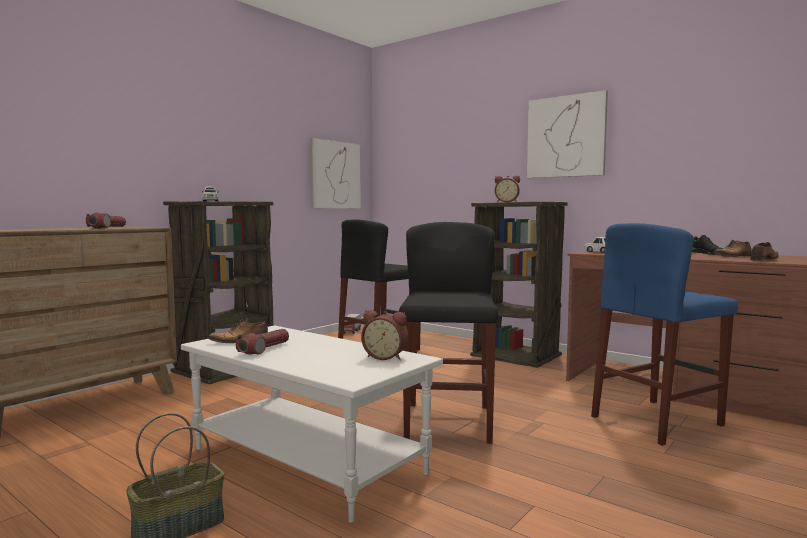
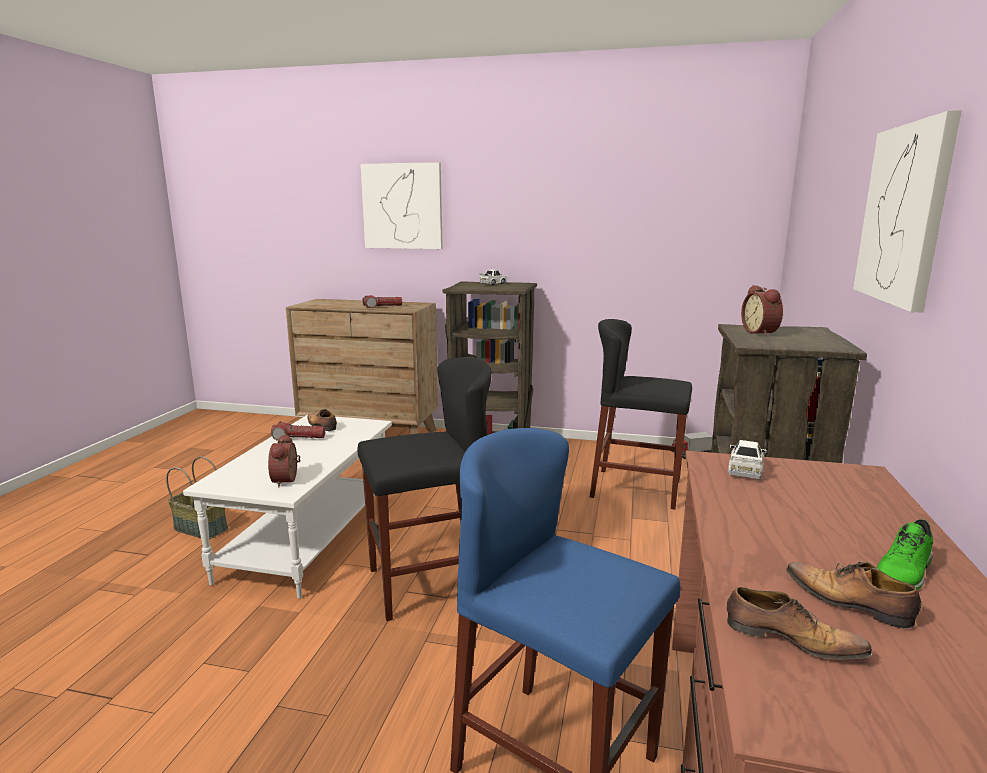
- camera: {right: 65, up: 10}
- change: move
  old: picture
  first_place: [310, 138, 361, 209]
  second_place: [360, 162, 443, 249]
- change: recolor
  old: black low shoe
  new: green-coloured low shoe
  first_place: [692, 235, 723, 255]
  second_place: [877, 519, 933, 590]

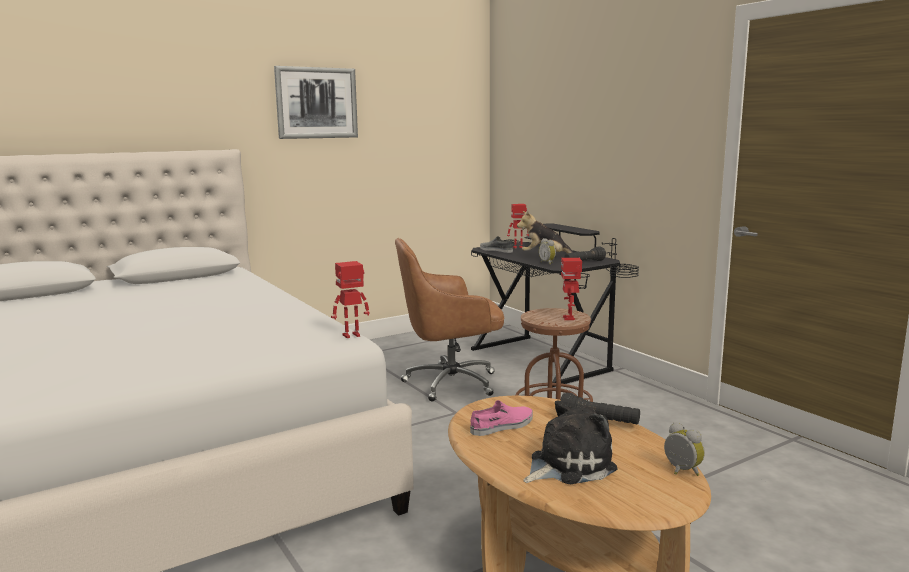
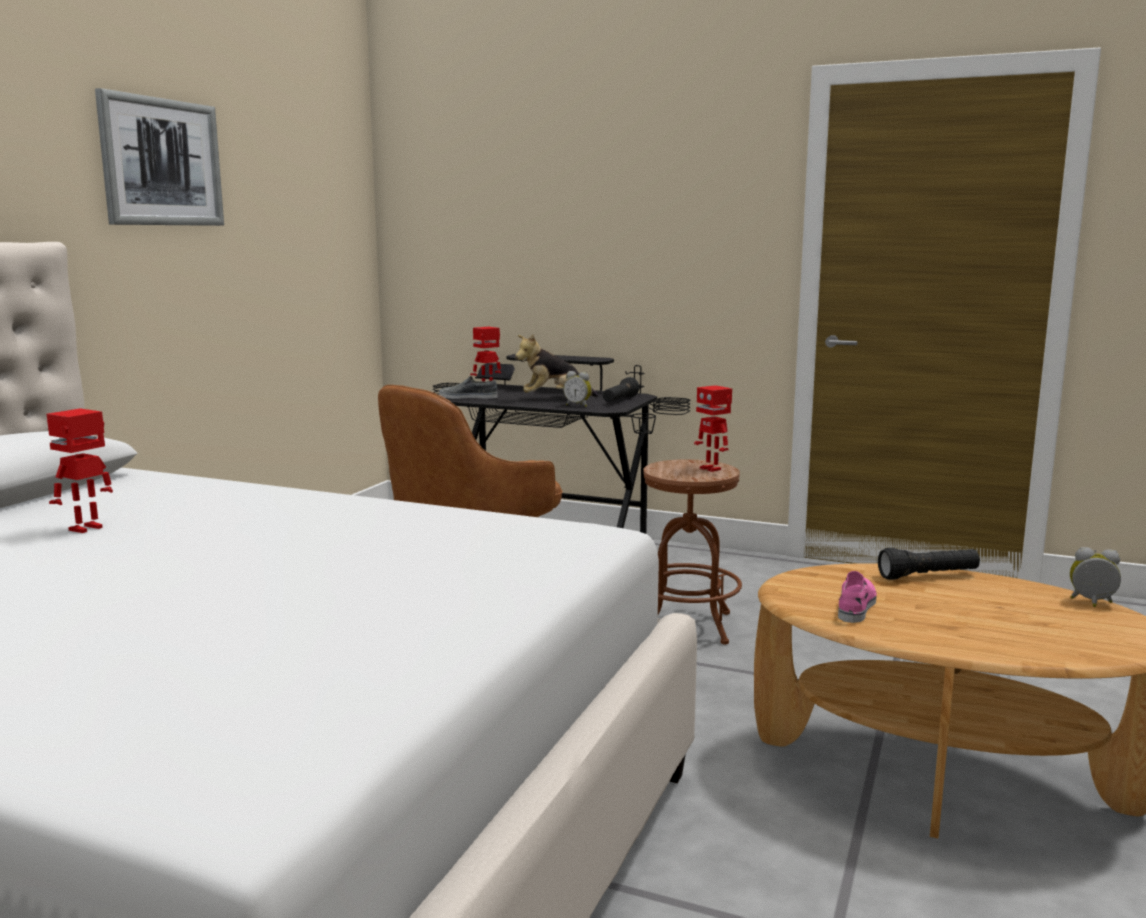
- camera: {right: -35, up: 0}
- change: move
  old: model robot
  first_place: [331, 261, 370, 338]
  second_place: [47, 408, 113, 533]
- change: delete
  old: plush toy
  first_place: [523, 400, 617, 484]

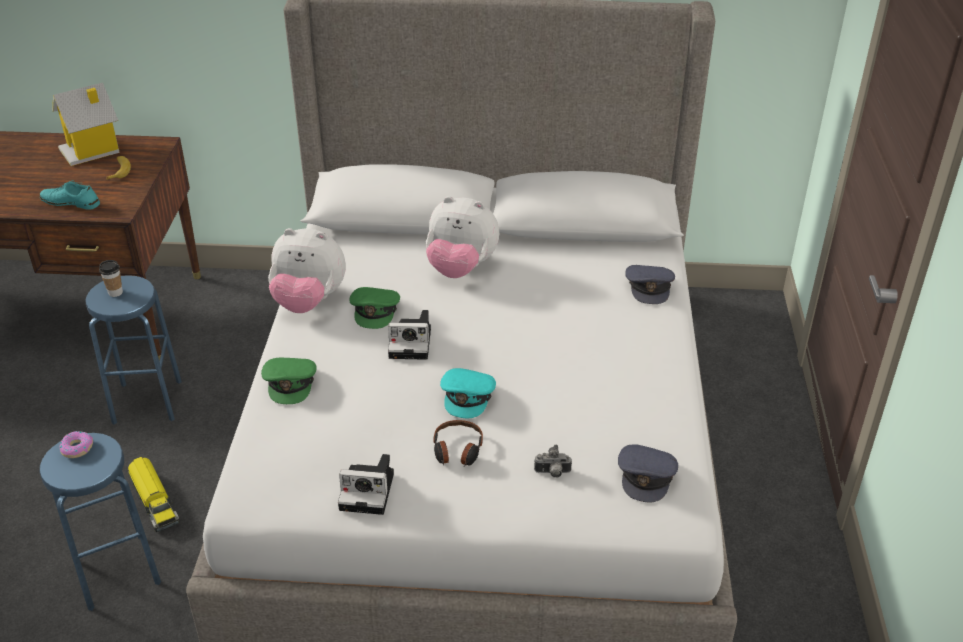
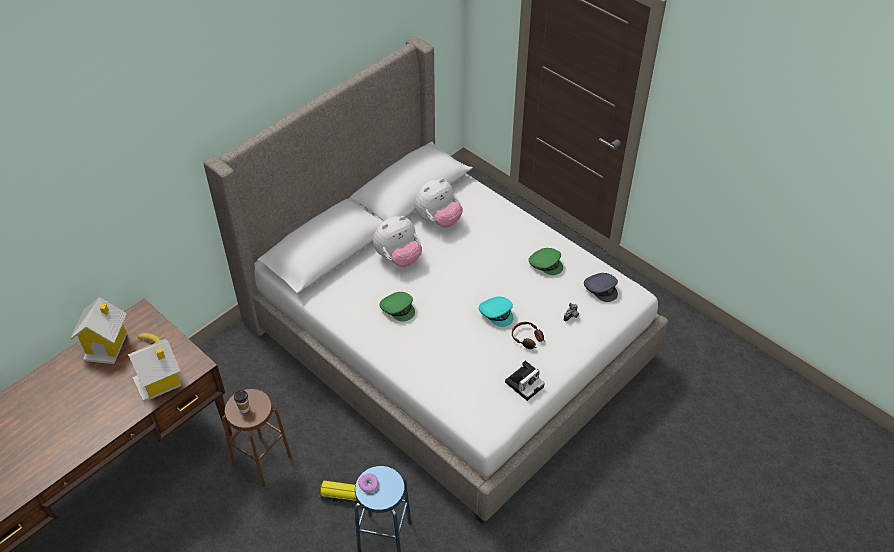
- camera: {right: -50, up: 10}
- change: replace
  old: turquoise-coloured low shoe
  new: model house
  first_place: [40, 181, 100, 210]
  second_place: [127, 339, 181, 402]
- change: recolor
  old: blue-coloured stool seat
  new: brownish stool seat
  first_place: [85, 275, 182, 425]
  second_place: [222, 389, 292, 487]
- change: move
  old: plush toy
  first_place: [268, 228, 346, 313]
  second_place: [414, 178, 463, 228]
- change: move
  old: green-coloured baseball cap
  first_place: [261, 358, 316, 404]
  second_place: [529, 248, 563, 275]
- change: delete
  old: still camera
  first_place: [388, 310, 431, 360]
- change: delete
  old: gray baseball cap
  first_place: [625, 265, 675, 304]

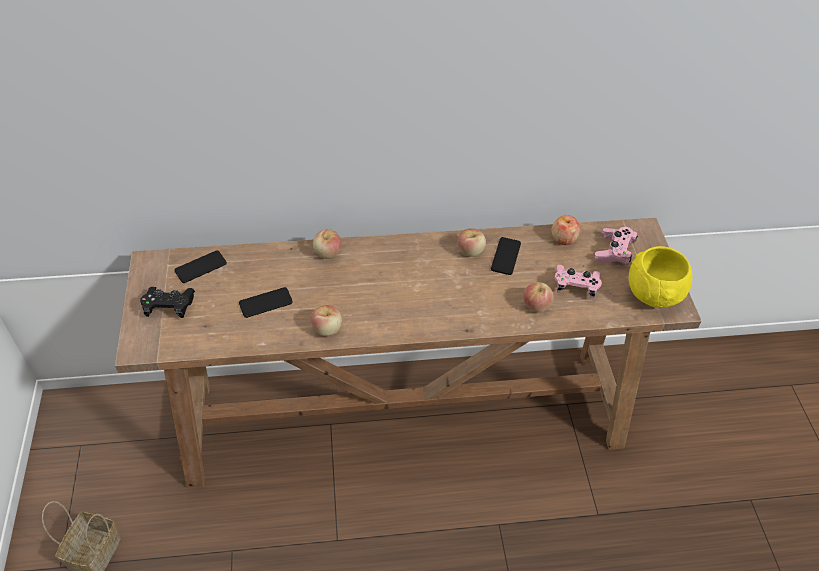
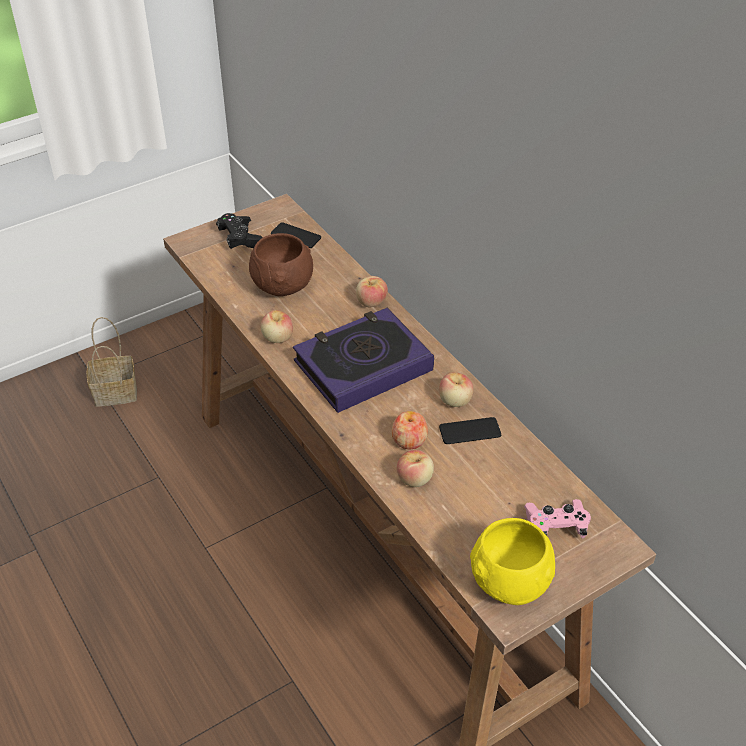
- camera: {right: 65, up: -5}
- change: replace
  old: telephone
  new: brownish serving bowl
  first_place: [239, 287, 293, 318]
  second_place: [249, 233, 313, 296]
- change: insert
  new: bound book
  second_place: [293, 308, 434, 413]
- change: move
  old: whole apple
  first_place: [551, 215, 580, 245]
  second_place: [392, 411, 428, 449]
- change: delete
  old: pinkish gamepad
  first_place: [555, 265, 602, 299]

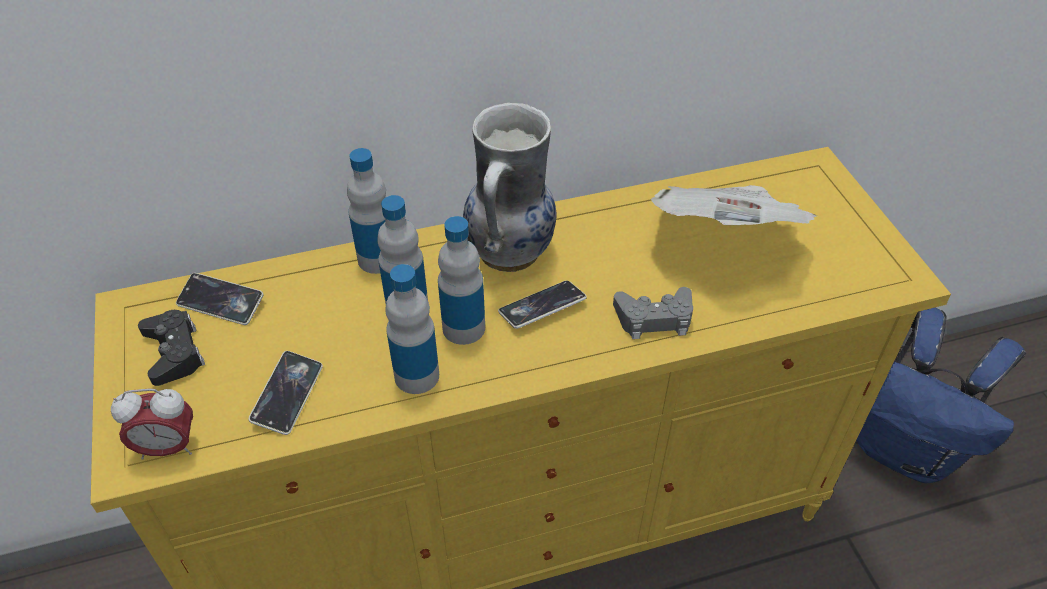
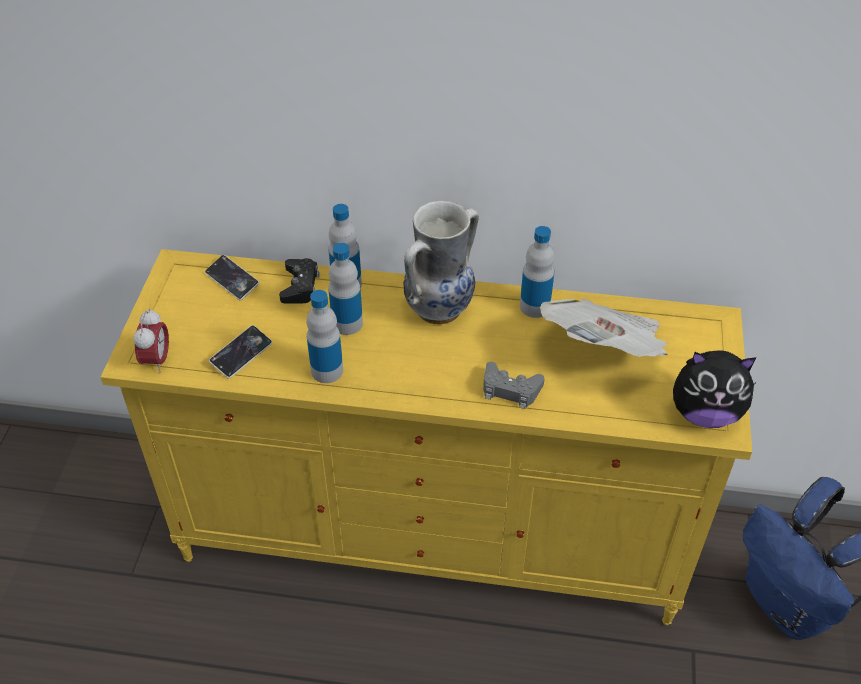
- camera: {right: 25, up: 0}
- change: rotate
  old: alarm clock
  first_place: [111, 388, 193, 459]
  second_place: [133, 308, 169, 373]
  degrees: -105
- change: move
  old: black gamepad
  first_place: [138, 310, 205, 386]
  second_place: [279, 258, 320, 303]
- change: move
  old: beverage bottle
  first_place: [438, 216, 485, 345]
  second_place: [520, 226, 555, 318]
- change: insert
  new: plush toy
  second_place: [673, 350, 756, 428]
- change: delete
  old: telephone
  first_place: [498, 281, 587, 329]

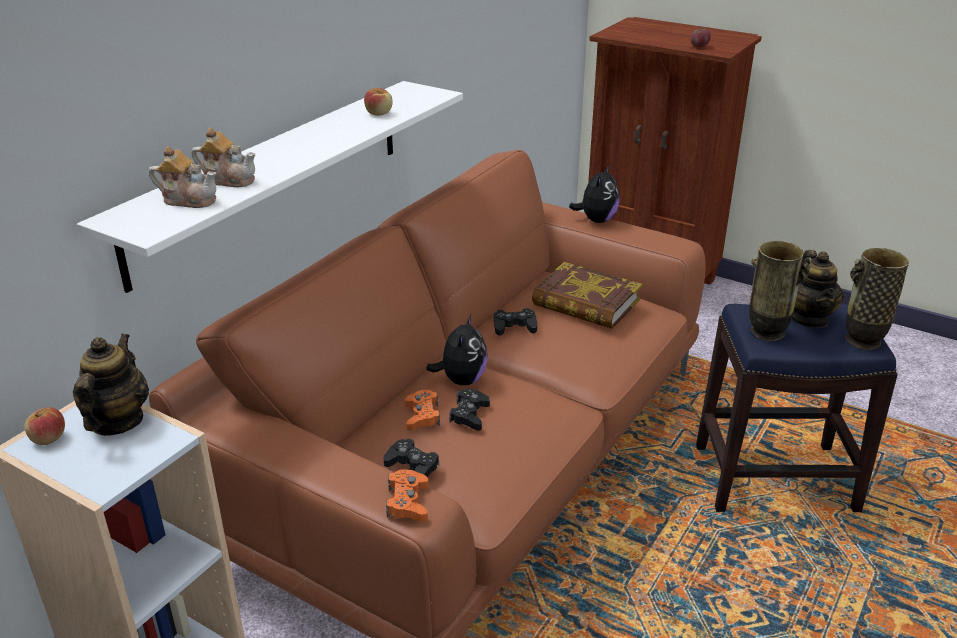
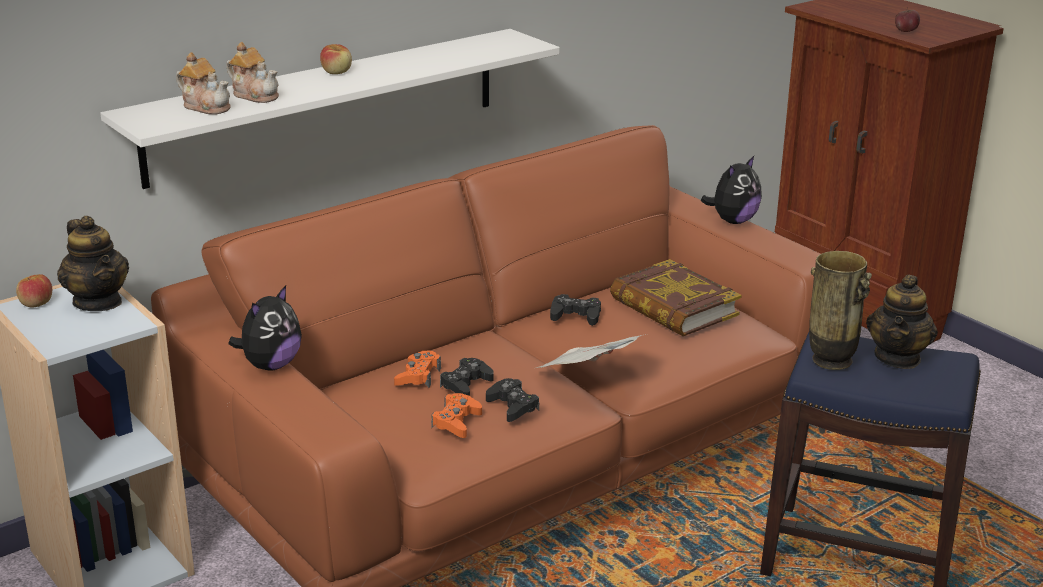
- camera: {right: 20, up: -5}
- change: rotate
  old: tea pot
  first_place: [73, 334, 149, 436]
  second_place: [57, 216, 129, 311]
  degrees: 120
- change: move
  old: plush toy
  first_place: [426, 314, 488, 385]
  second_place: [229, 285, 302, 371]
- change: move
  old: whole apple
  first_place: [364, 88, 393, 116]
  second_place: [320, 44, 352, 74]
- change: move
  old: orange-coloured gamepad
  first_place: [386, 469, 429, 522]
  second_place: [431, 393, 482, 438]
- change: move
  old: black gamepad
  first_place: [383, 439, 439, 477]
  second_place: [486, 378, 539, 422]
- change: insert
  new: newspaper
  second_place: [536, 334, 646, 368]
- change: delete
  old: vase
  first_place: [846, 248, 909, 350]

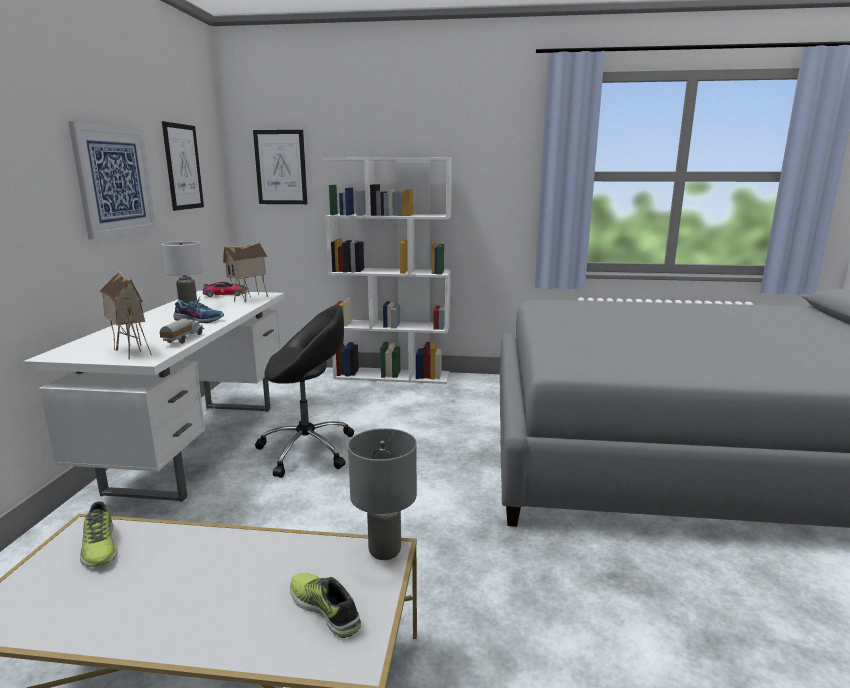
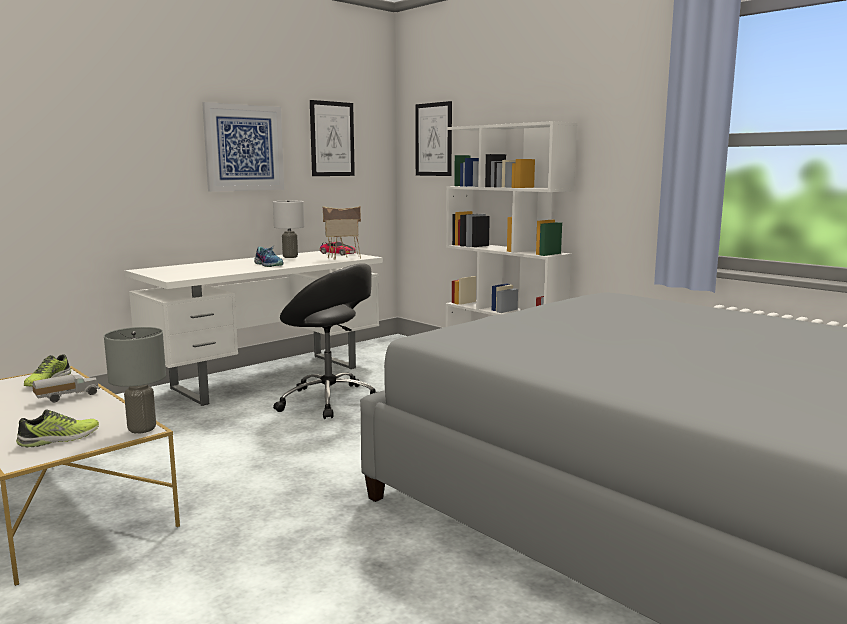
- camera: {right: 40, up: -5}
- change: rotate
  old: low shoe
  first_place: [290, 573, 361, 638]
  second_place: [16, 410, 99, 447]
  degrees: 60
- change: move
  old: toy truck
  first_place: [159, 318, 204, 344]
  second_place: [32, 374, 100, 402]
- change: delete
  old: model house
  first_place: [99, 271, 152, 359]

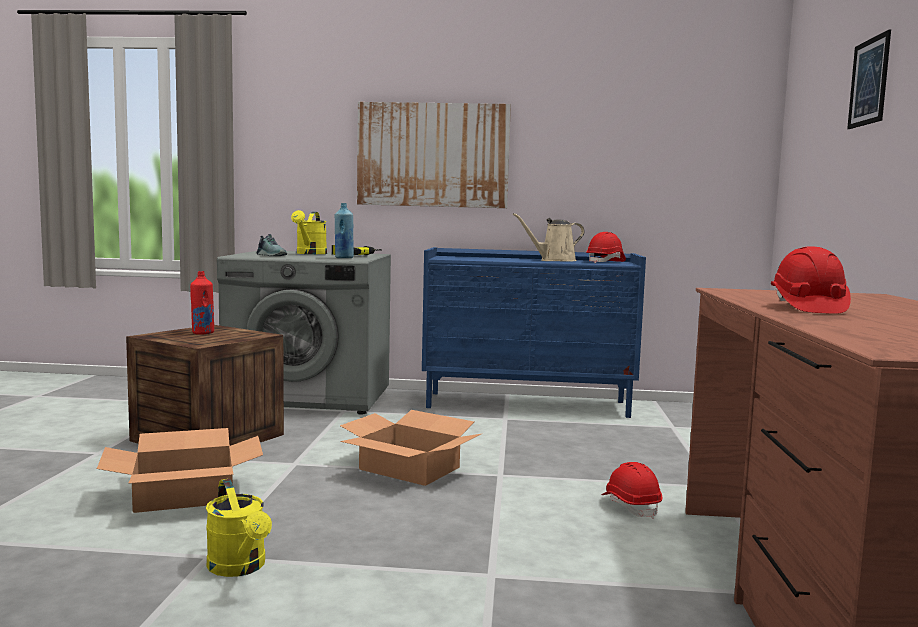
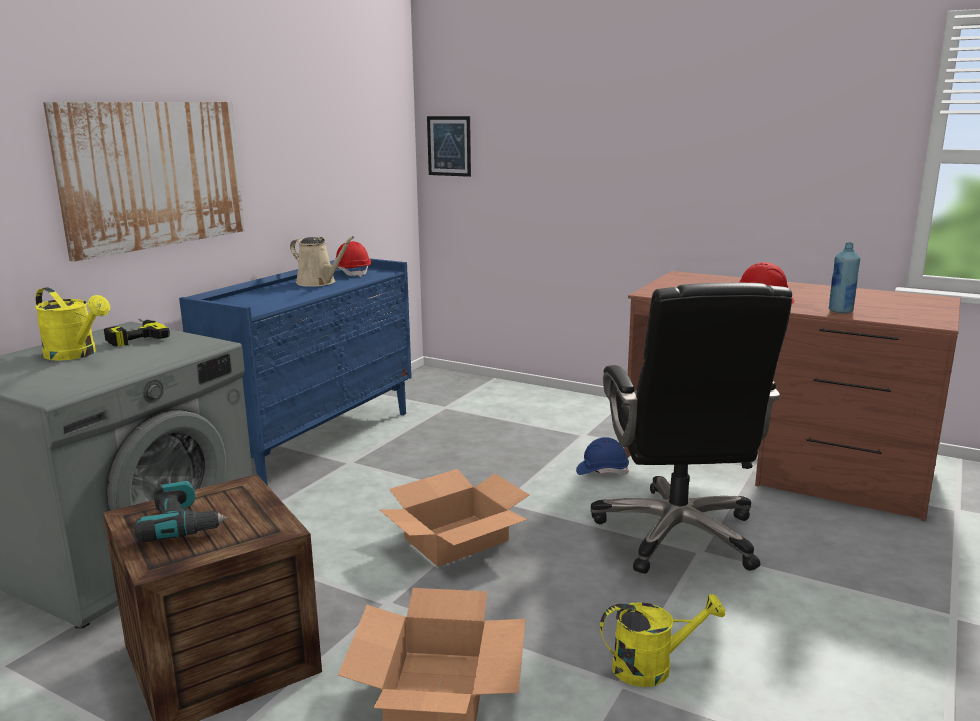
- camera: {right: -65, up: 10}
- change: replace
  old: red beverage bottle
  new: power drill
  first_place: [190, 271, 214, 335]
  second_place: [135, 481, 228, 542]
- change: rotate
  old: beige watering can
  first_place: [513, 213, 585, 262]
  second_place: [290, 236, 354, 287]
  degrees: -60
- change: move
  old: picture
  first_place: [847, 29, 891, 129]
  second_place: [427, 116, 471, 177]
- change: recolor
  old: red work helmet
  new: blue-coloured work helmet
  first_place: [602, 462, 663, 519]
  second_place: [576, 437, 629, 475]
- change: insert
  new: black desk chair
  second_place: [591, 283, 792, 574]
- change: move
  old: blue-coloured beverage bottle
  first_place: [335, 203, 354, 258]
  second_place: [828, 242, 860, 313]
- change: delete
  old: low shoe
  first_place: [257, 234, 287, 256]

